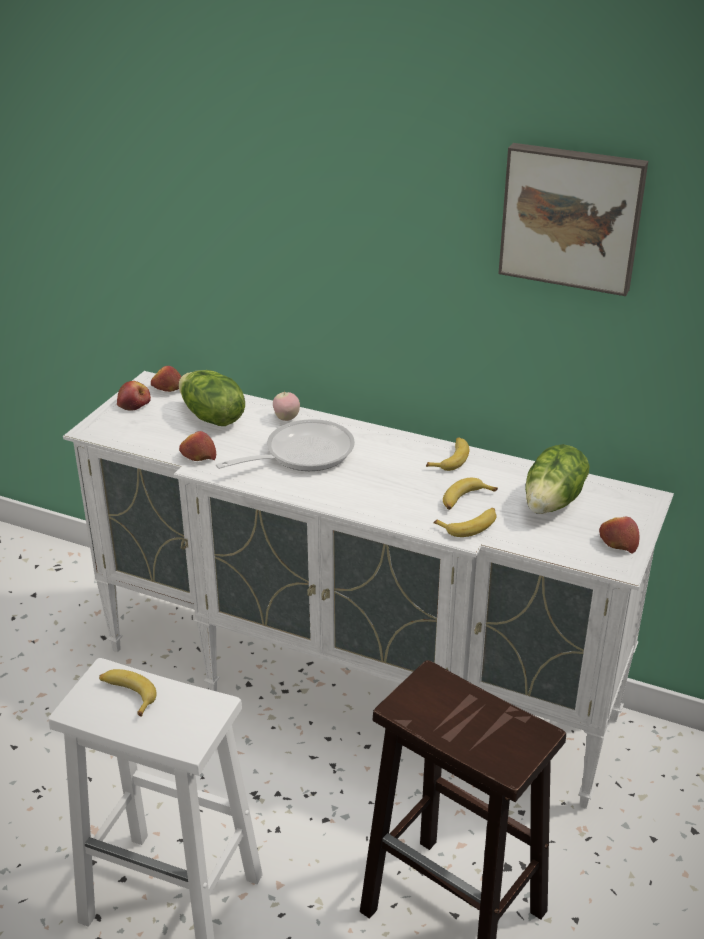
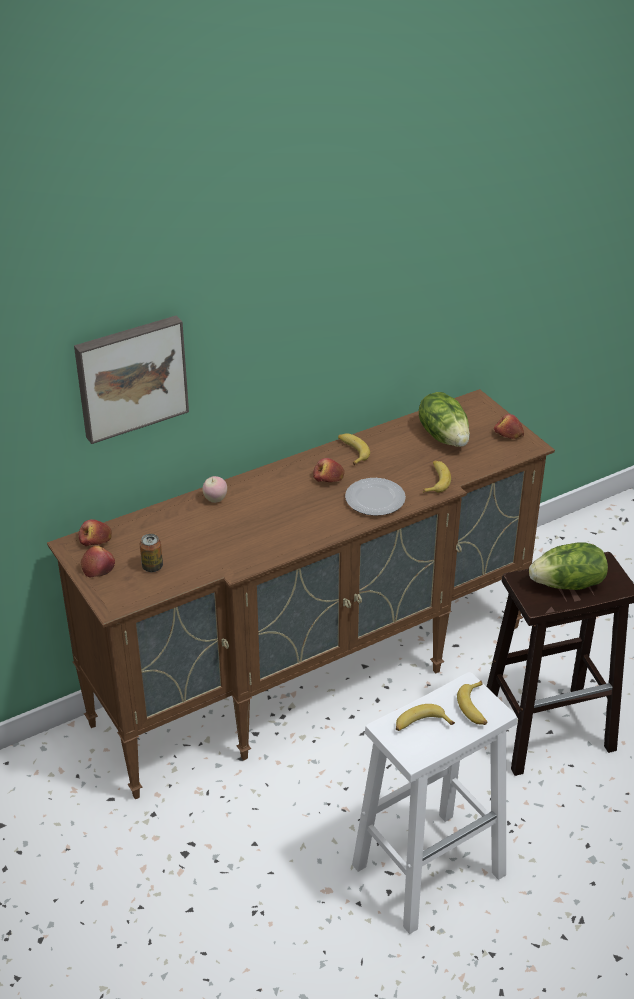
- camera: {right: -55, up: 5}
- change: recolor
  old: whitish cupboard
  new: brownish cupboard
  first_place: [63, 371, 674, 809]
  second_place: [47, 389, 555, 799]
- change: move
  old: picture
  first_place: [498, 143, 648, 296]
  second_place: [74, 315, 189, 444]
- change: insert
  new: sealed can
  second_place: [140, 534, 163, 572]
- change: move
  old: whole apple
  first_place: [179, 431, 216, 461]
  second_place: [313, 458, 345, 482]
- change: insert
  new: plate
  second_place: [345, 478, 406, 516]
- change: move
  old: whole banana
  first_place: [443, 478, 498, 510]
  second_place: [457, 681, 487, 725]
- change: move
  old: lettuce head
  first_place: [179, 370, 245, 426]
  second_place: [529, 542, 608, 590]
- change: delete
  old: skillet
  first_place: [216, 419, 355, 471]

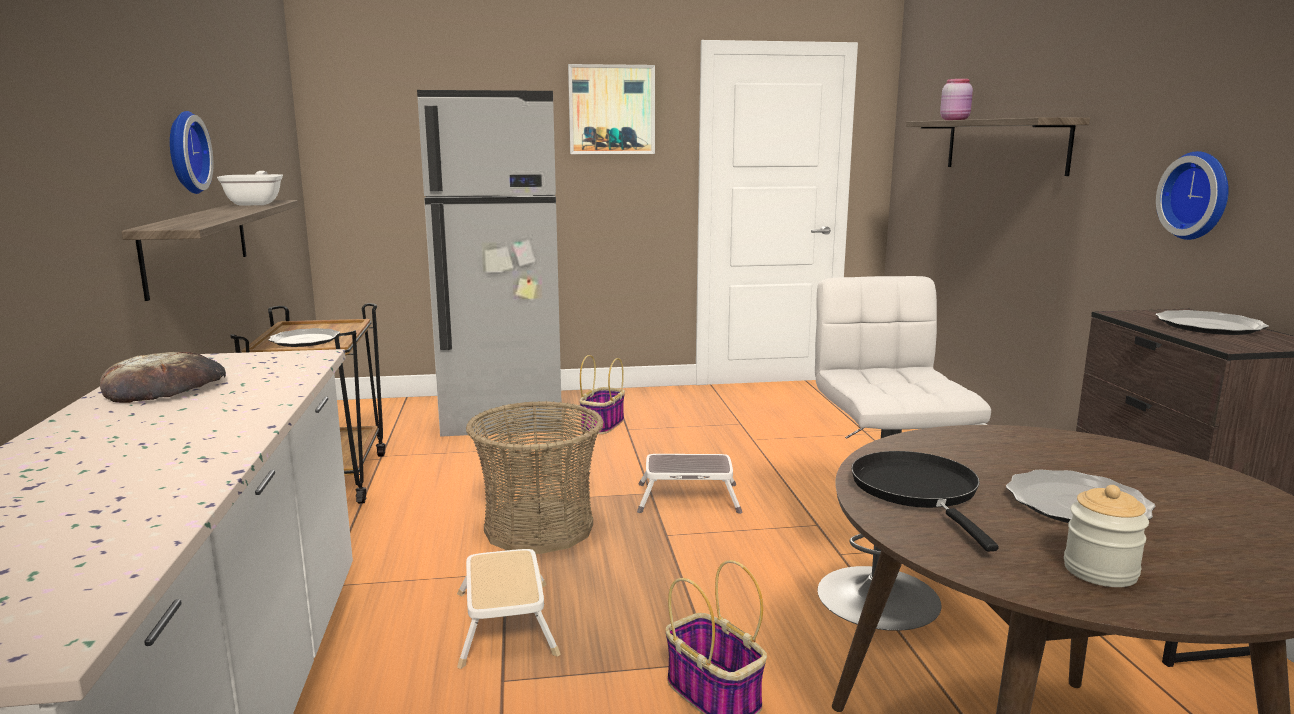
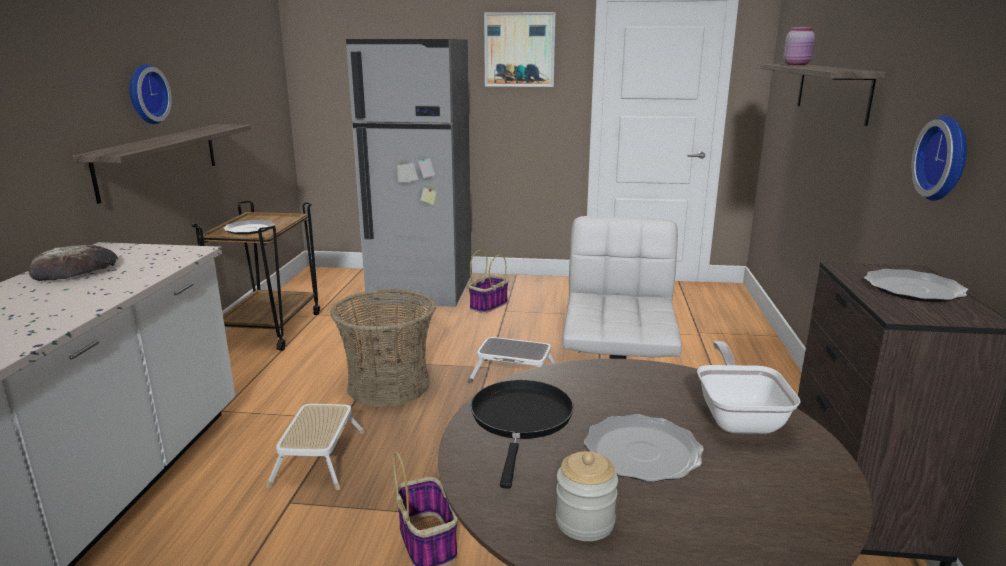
- camera: {right: 15, up: 5}
- change: move
  old: skillet
  first_place: [217, 171, 283, 206]
  second_place: [697, 341, 801, 434]

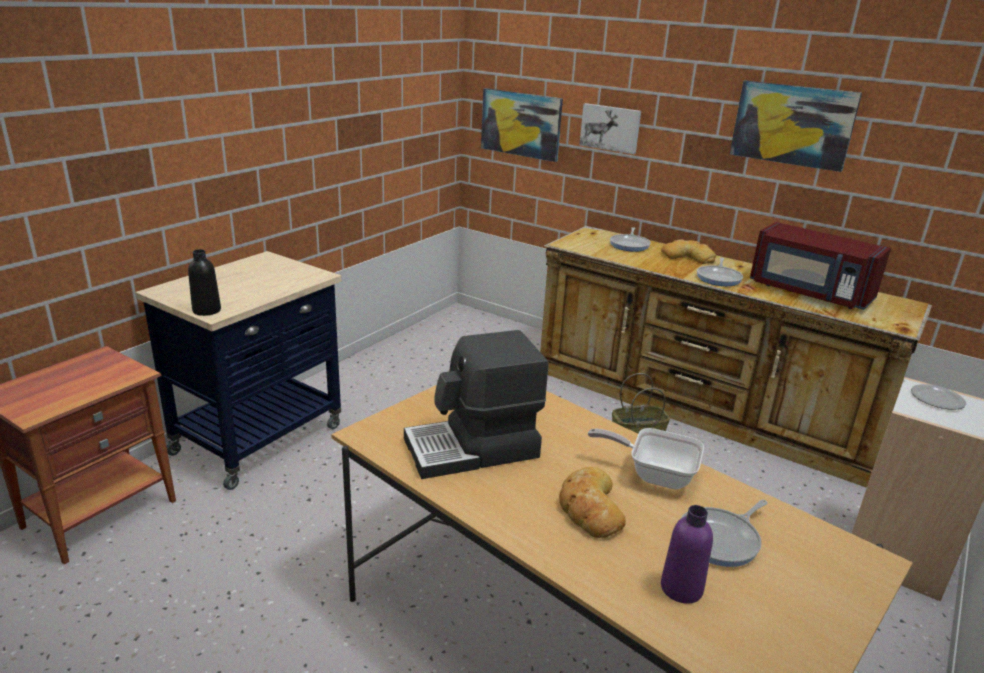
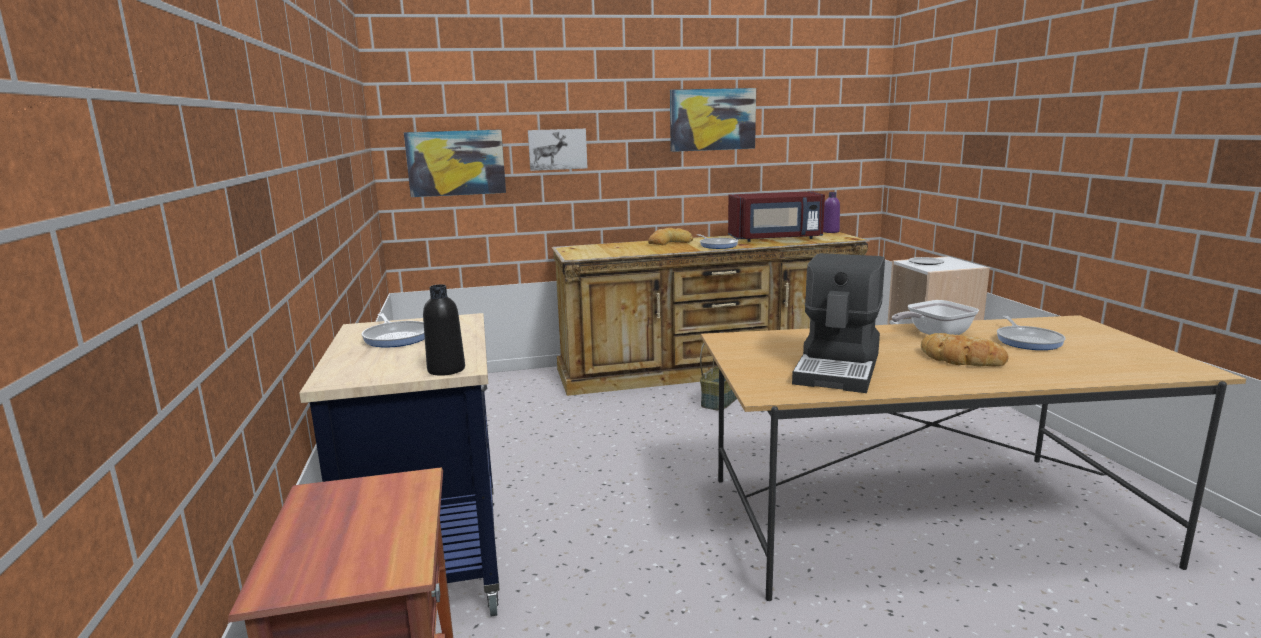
- camera: {right: -45, up: -10}
- change: move
  old: skillet
  first_place: [610, 227, 651, 252]
  second_place: [361, 313, 425, 347]
- change: move
  old: purple beverage bottle
  first_place: [661, 505, 713, 604]
  second_place: [823, 192, 840, 233]

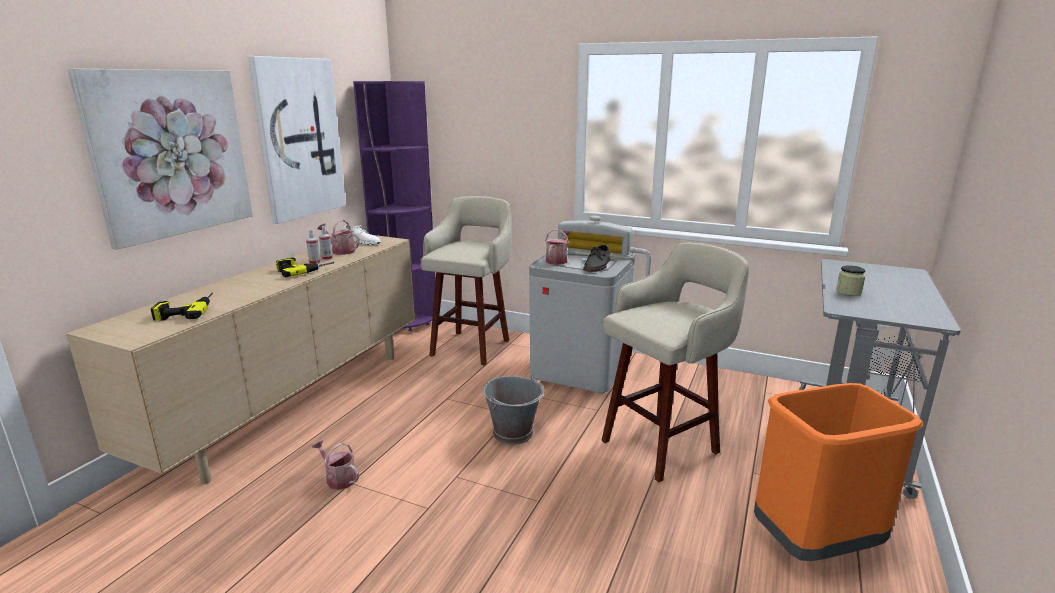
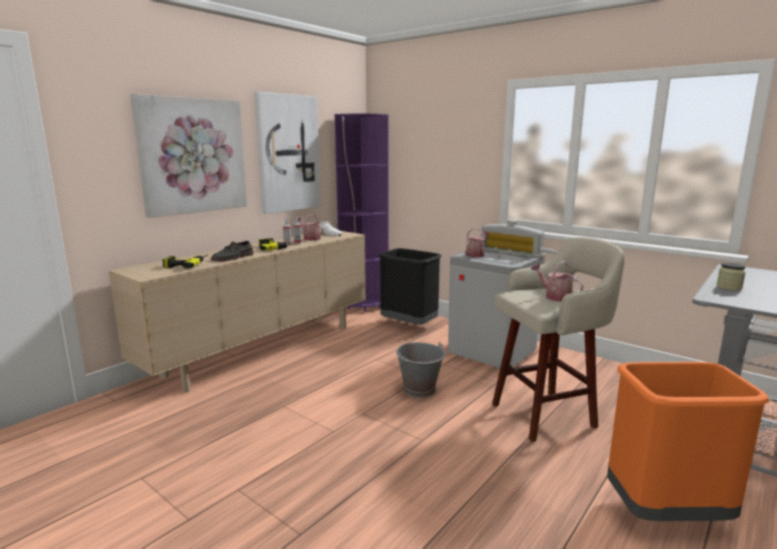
- camera: {right: 15, up: -5}
- change: move
  old: gray low shoe
  first_place: [583, 245, 610, 272]
  second_place: [211, 241, 254, 261]
- change: replace
  old: beige stool seat
  new: black waste bin
  first_place: [421, 196, 511, 365]
  second_place: [379, 248, 441, 325]
- change: move
  old: watering can
  first_place: [312, 440, 359, 490]
  second_place: [531, 261, 584, 302]

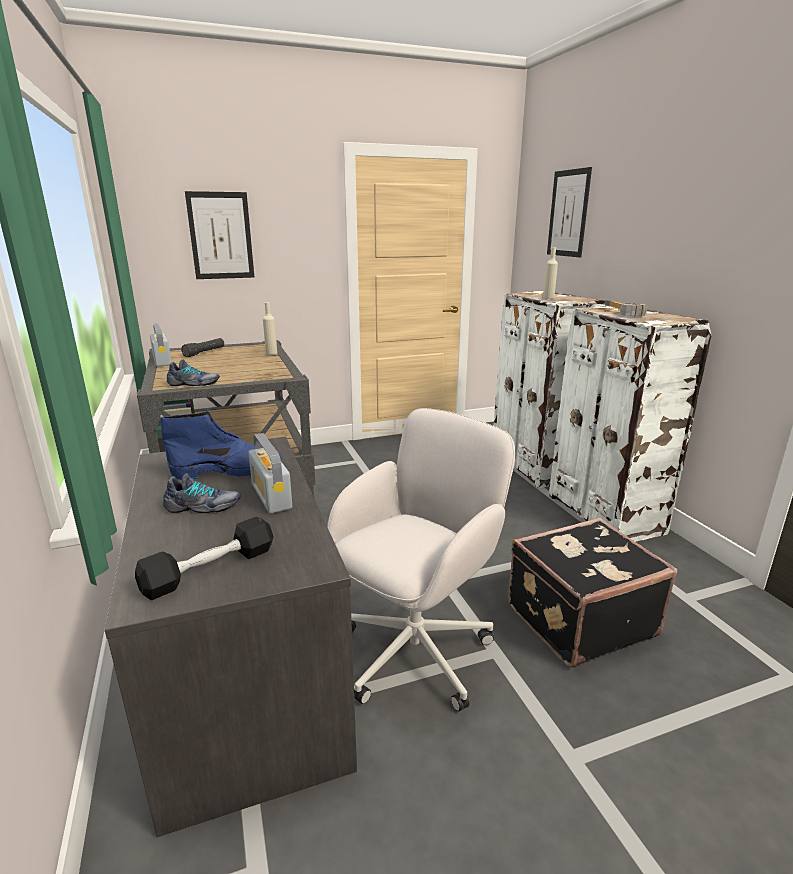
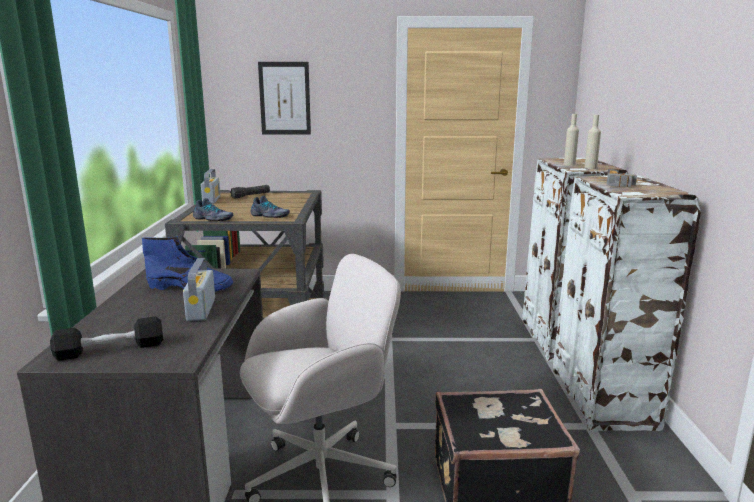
- camera: {right: 20, up: -5}
- change: move
  old: low shoe
  first_place: [163, 473, 241, 513]
  second_place: [250, 196, 290, 218]
- change: move
  old: beige beverage bottle
  first_place: [263, 302, 277, 355]
  second_place: [585, 115, 601, 169]
- change: delete
  old: picture
  first_place: [547, 167, 592, 258]

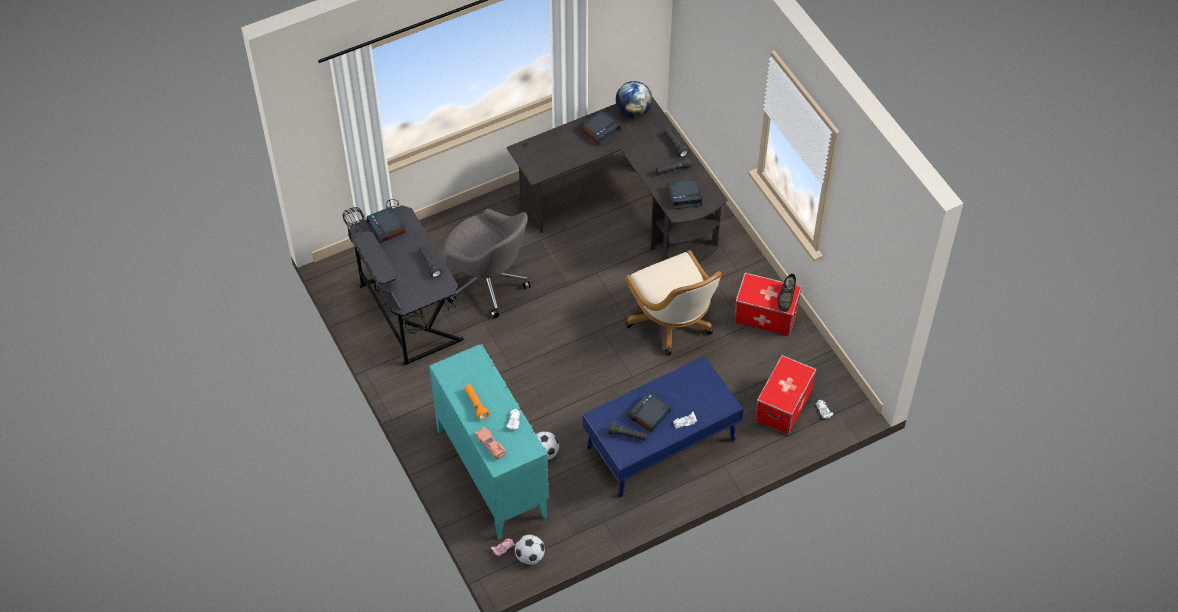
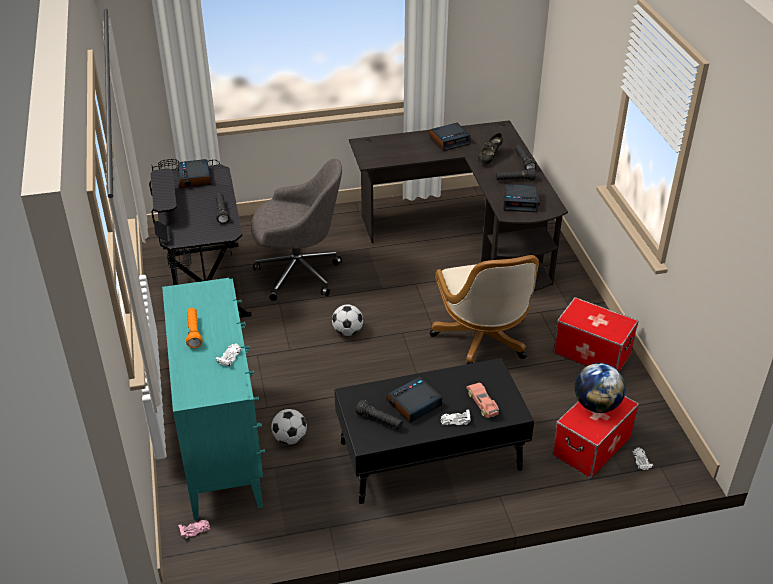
- camera: {right: 15, up: -15}
- change: rotate
  old: gray desk chair
  first_place: [443, 209, 531, 319]
  second_place: [251, 159, 342, 301]
  degrees: -45
- change: move
  old: football ball
  first_place: [515, 535, 545, 565]
  second_place: [332, 305, 363, 336]
- change: recolor
  old: blue-coloured coffee table
  new: black coffee table
  first_place: [583, 356, 744, 497]
  second_place: [334, 358, 534, 504]
- change: move
  old: toy car
  first_place: [475, 427, 506, 459]
  second_place: [466, 383, 499, 418]
- change: move
  old: black low shoe
  first_place: [777, 274, 796, 312]
  second_place: [478, 133, 503, 164]
- change: move
  old: world globe
  first_place: [616, 81, 653, 118]
  second_place: [575, 363, 626, 413]

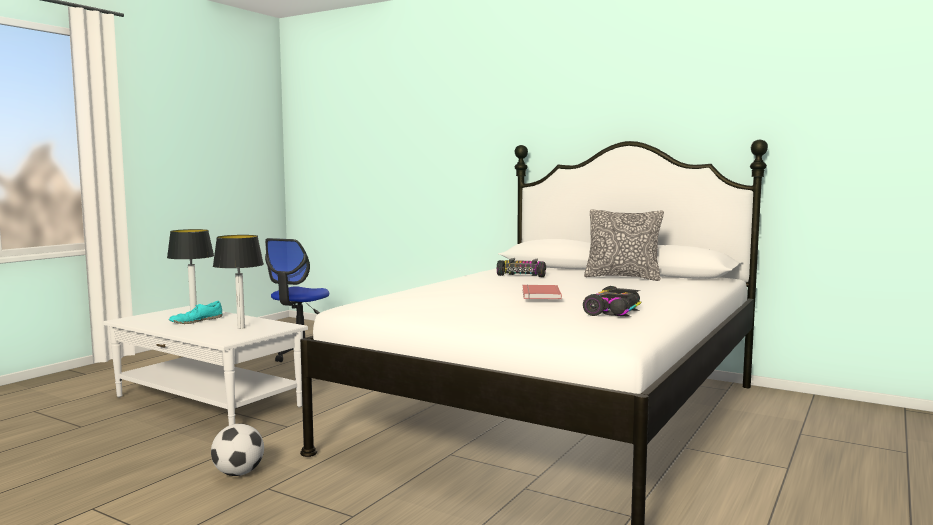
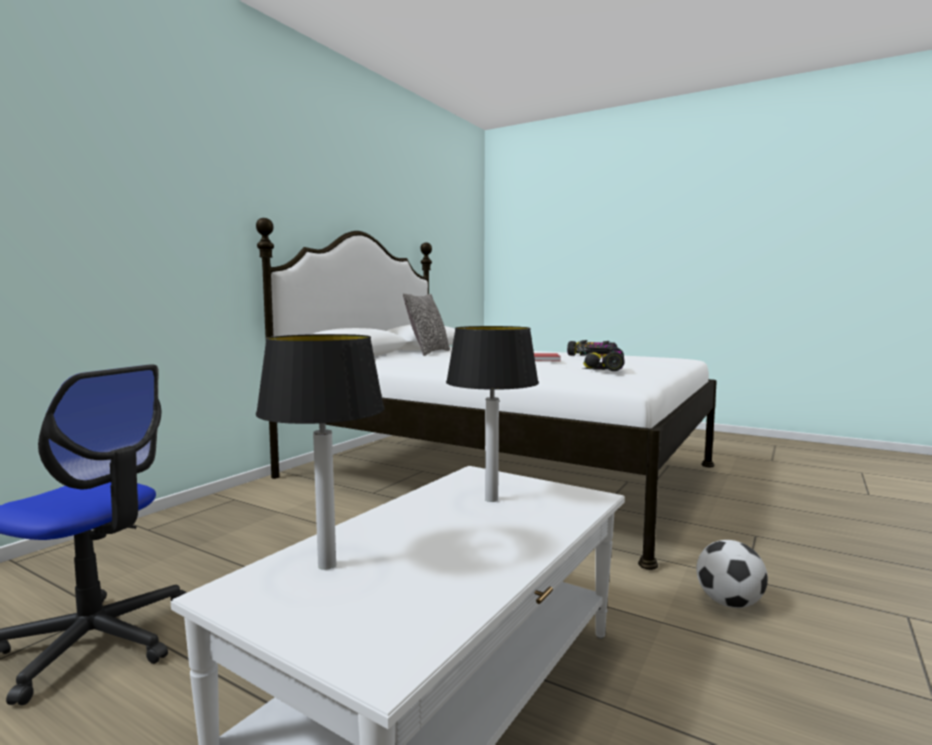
- camera: {right: -90, up: 0}
- change: move
  old: toy car
  first_place: [497, 258, 546, 277]
  second_place: [582, 347, 625, 371]
- change: delete
  old: turquoise-coloured low shoe
  first_place: [169, 301, 223, 324]

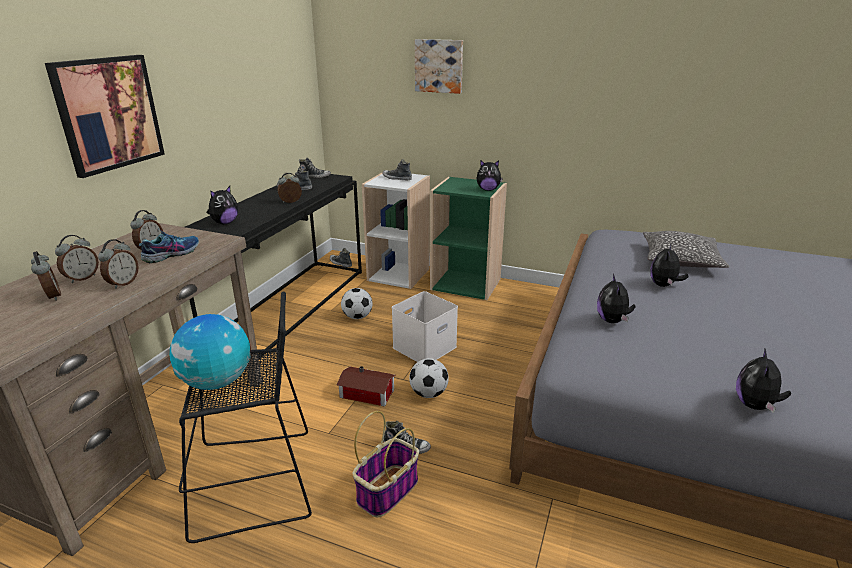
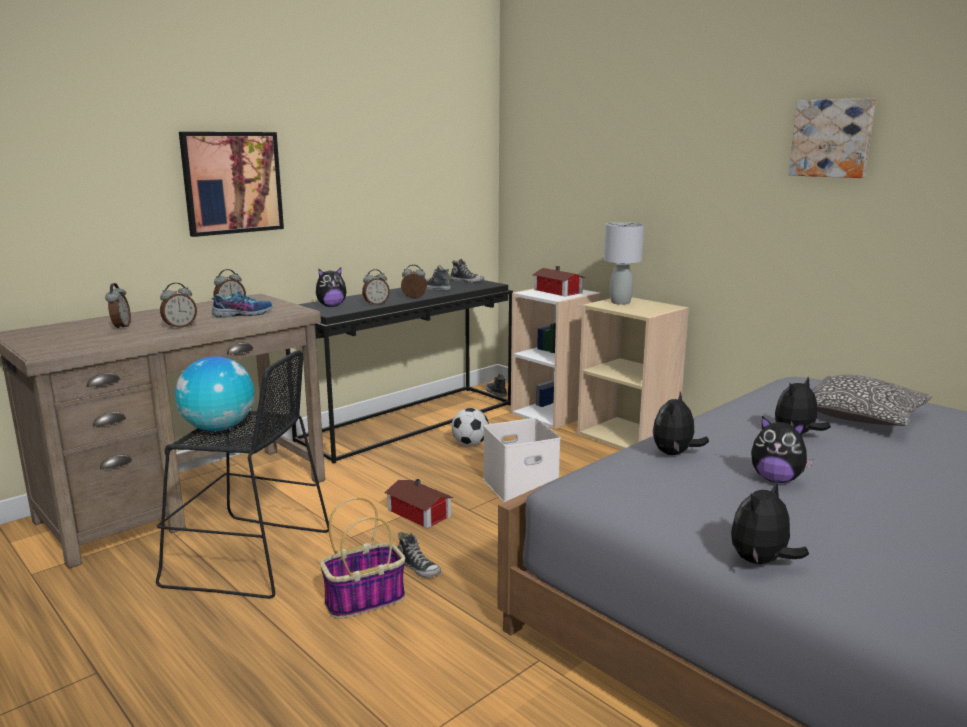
- camera: {right: 25, up: -10}
- change: move
  old: alarm clock
  first_place: [55, 235, 99, 283]
  second_place: [362, 269, 390, 306]
- change: replace
  old: low shoe
  new: model house
  first_place: [382, 159, 412, 180]
  second_place: [533, 266, 585, 296]
- change: recolor
  old: green-coloured bookcase
  new: beige bookcase
  first_place: [430, 177, 507, 300]
  second_place: [577, 297, 689, 449]
- change: insert
  new: gray lamp for a table
  second_place: [604, 222, 644, 305]
- change: move
  old: plush toy
  first_place: [476, 160, 503, 191]
  second_place: [751, 416, 813, 483]
- change: move
  old: picture
  first_place: [415, 39, 463, 94]
  second_place: [789, 98, 876, 178]
- change: delete
  old: football ball
  first_place: [409, 358, 449, 398]

